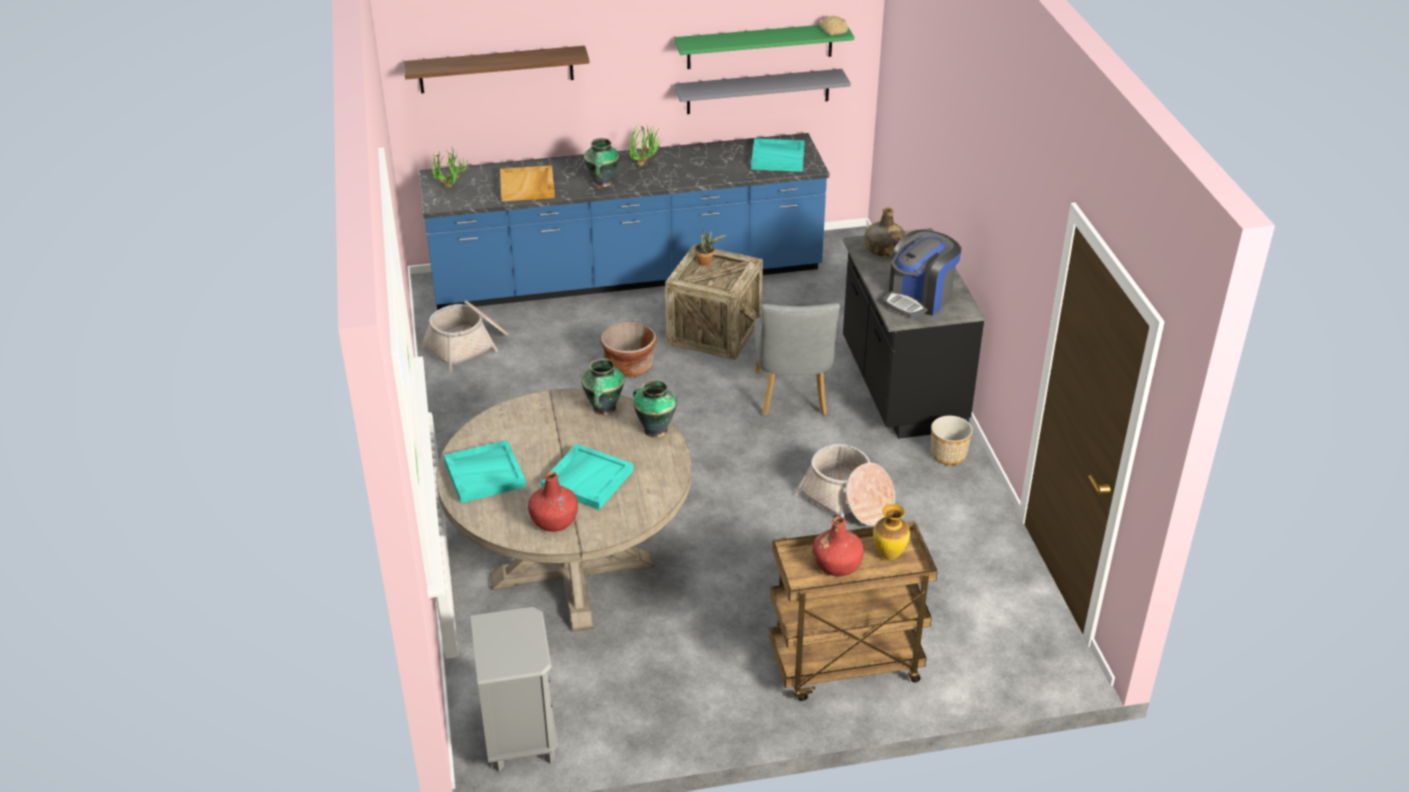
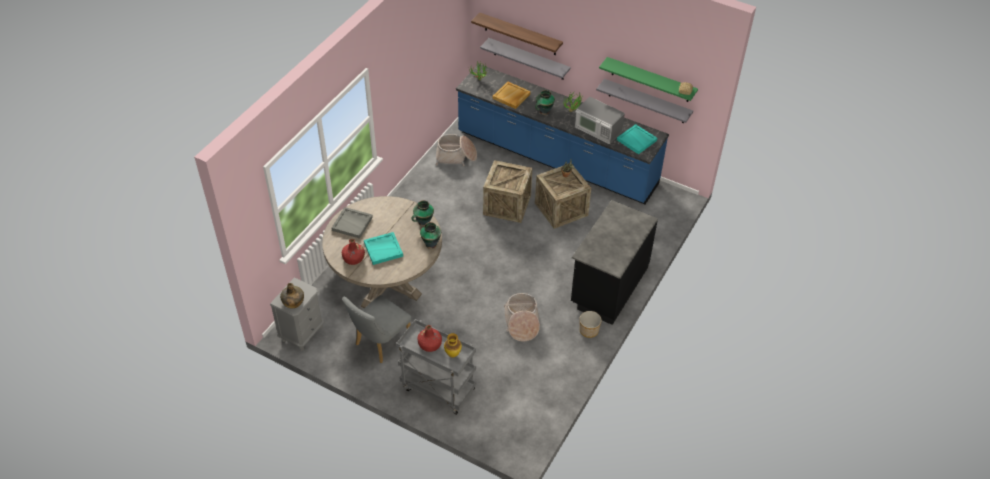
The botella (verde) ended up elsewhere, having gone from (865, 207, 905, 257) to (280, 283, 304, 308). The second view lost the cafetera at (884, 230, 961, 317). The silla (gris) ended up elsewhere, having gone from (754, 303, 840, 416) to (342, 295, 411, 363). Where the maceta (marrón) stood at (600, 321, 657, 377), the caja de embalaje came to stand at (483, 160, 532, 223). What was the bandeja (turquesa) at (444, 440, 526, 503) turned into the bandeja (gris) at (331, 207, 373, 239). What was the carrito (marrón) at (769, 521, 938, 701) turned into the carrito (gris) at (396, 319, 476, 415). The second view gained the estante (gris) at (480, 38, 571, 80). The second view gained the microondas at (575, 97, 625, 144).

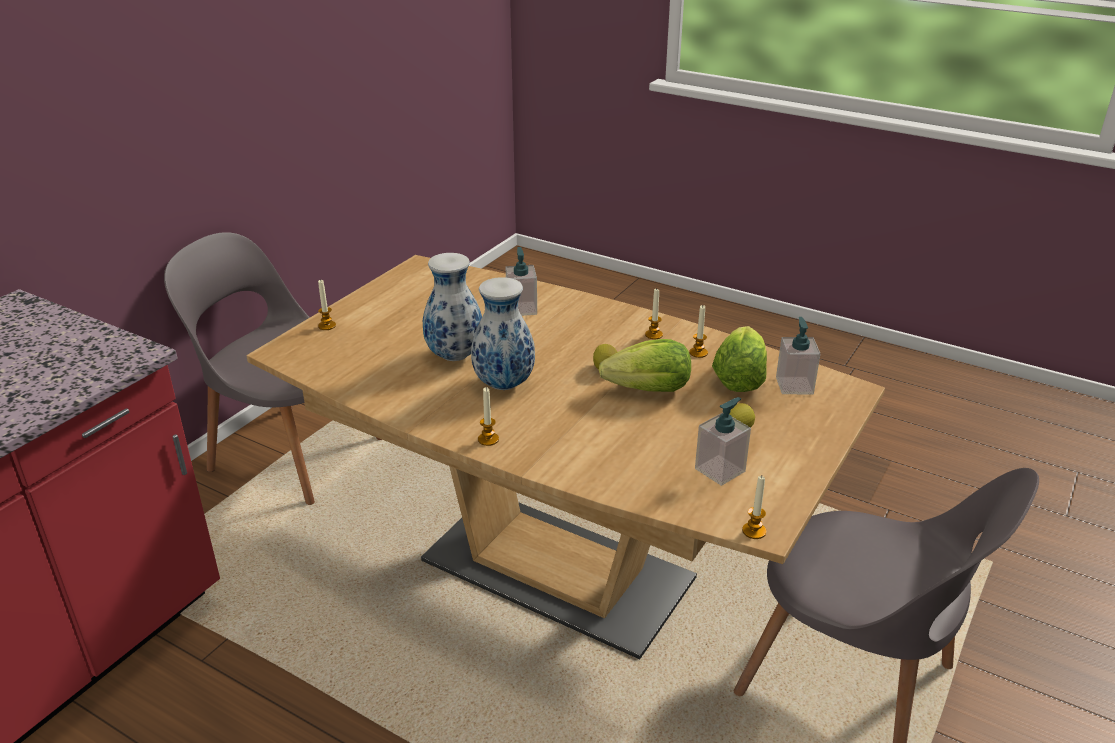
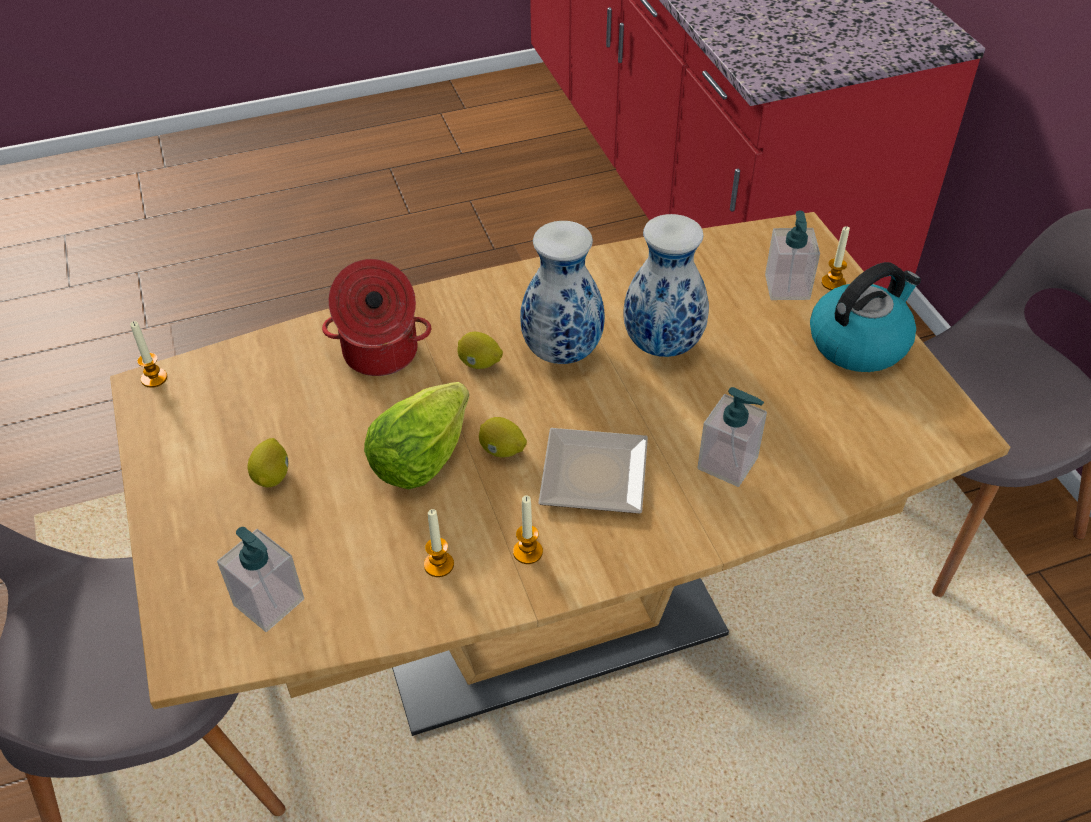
The second view lost the lechuga at (712, 326, 767, 392). The second view lost the vela at (478, 388, 499, 446). The dispensador de jabón ended up elsewhere, having gone from (695, 397, 751, 486) to (765, 211, 820, 300). The second view gained the olla at (322, 259, 431, 376). The second view gained the hervidor at (810, 262, 921, 372). The second view gained the limón at (457, 332, 503, 369). The second view gained the plato at (538, 428, 648, 514).

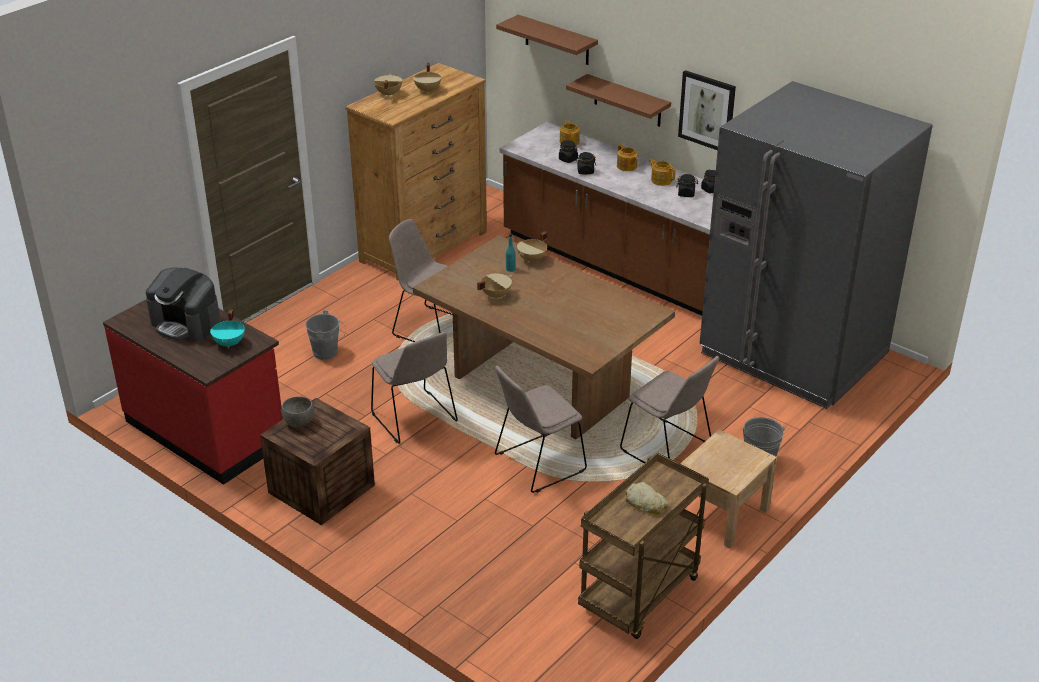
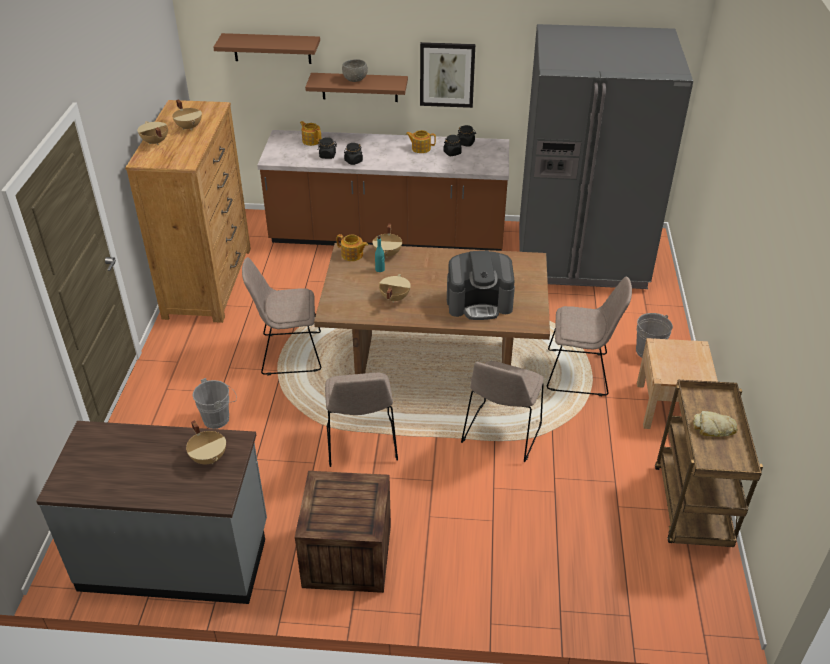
The tetera ended up elsewhere, having gone from (617, 144, 638, 171) to (337, 234, 368, 261). The cafetera ended up elsewhere, having gone from (146, 268, 221, 342) to (447, 251, 515, 320). What was the mueble bajo de cocina (rojo) at (103, 300, 283, 485) turned into the mueble bajo de cocina (gris) at (36, 421, 267, 604). What was the olla (turquesa) at (210, 309, 245, 348) turned into the olla (beis) at (186, 420, 226, 464). The silla (beis) at (371, 332, 458, 444) ended up facing another way, 60 degrees clockwise from before. The cuenco (gris) ended up elsewhere, having gone from (281, 396, 315, 427) to (342, 59, 368, 82).

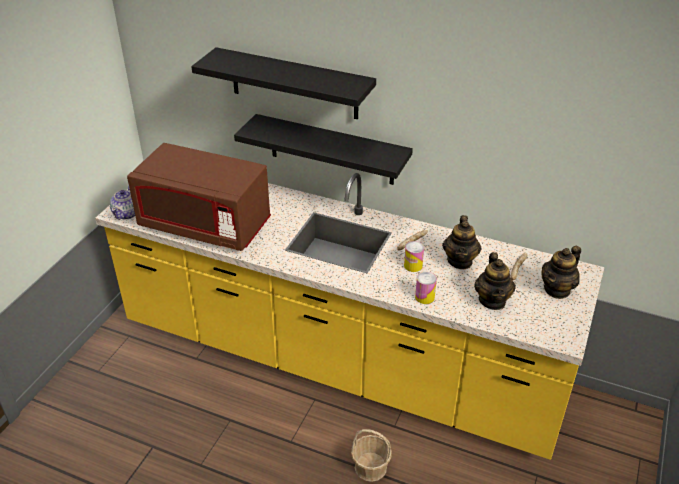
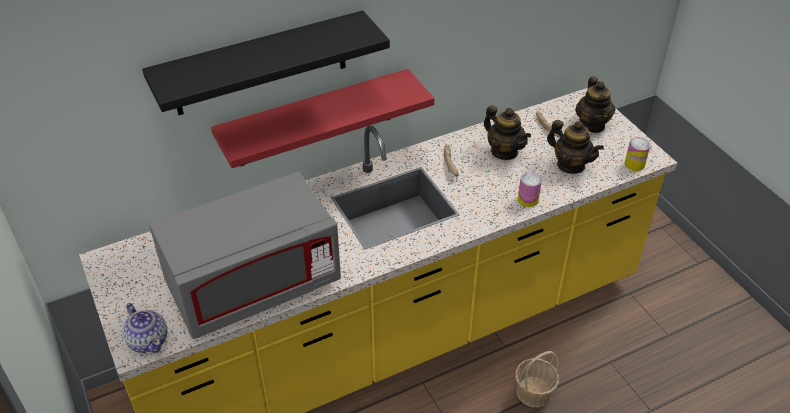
What was the estante (negro) at (234, 114, 413, 185) turned into the estante (rojo) at (211, 69, 434, 168). What was the microondas (marrón) at (127, 143, 271, 251) turned into the microondas (gris) at (149, 172, 341, 339). The lata ended up elsewhere, having gone from (404, 241, 424, 272) to (625, 137, 650, 171).

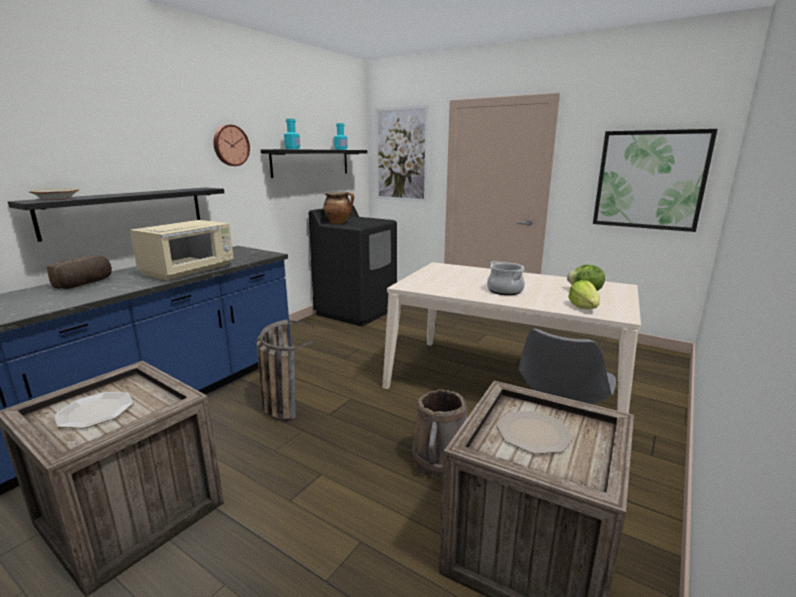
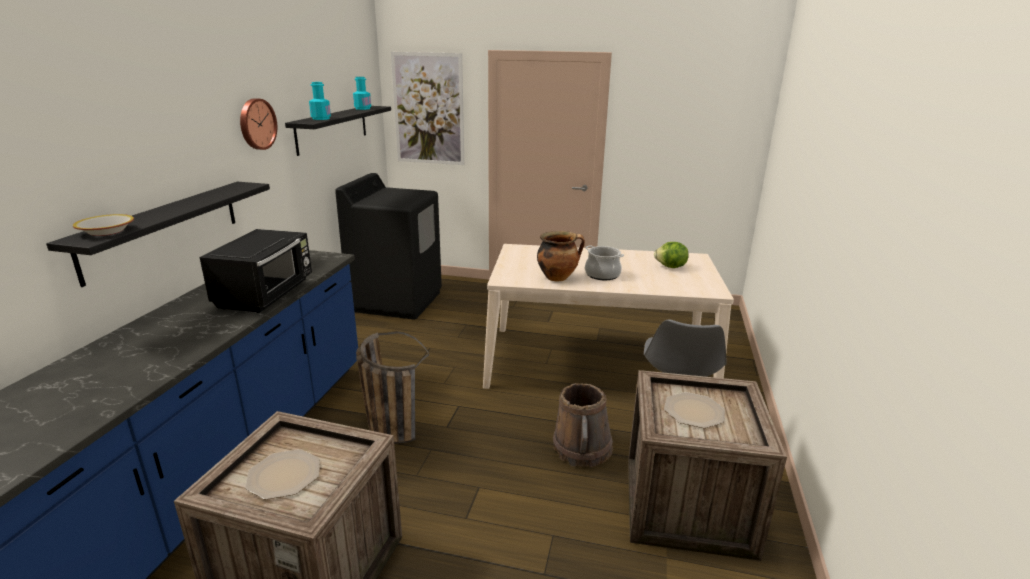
The second view lost the cuadro at (593, 129, 718, 232). The olla ended up elsewhere, having gone from (323, 192, 354, 224) to (537, 231, 585, 281). What was the microondas (beis) at (130, 220, 234, 281) turned into the microondas (negro) at (199, 229, 312, 313). The second view lost the pan at (47, 255, 112, 289). The second view lost the lechuga at (568, 280, 600, 309).

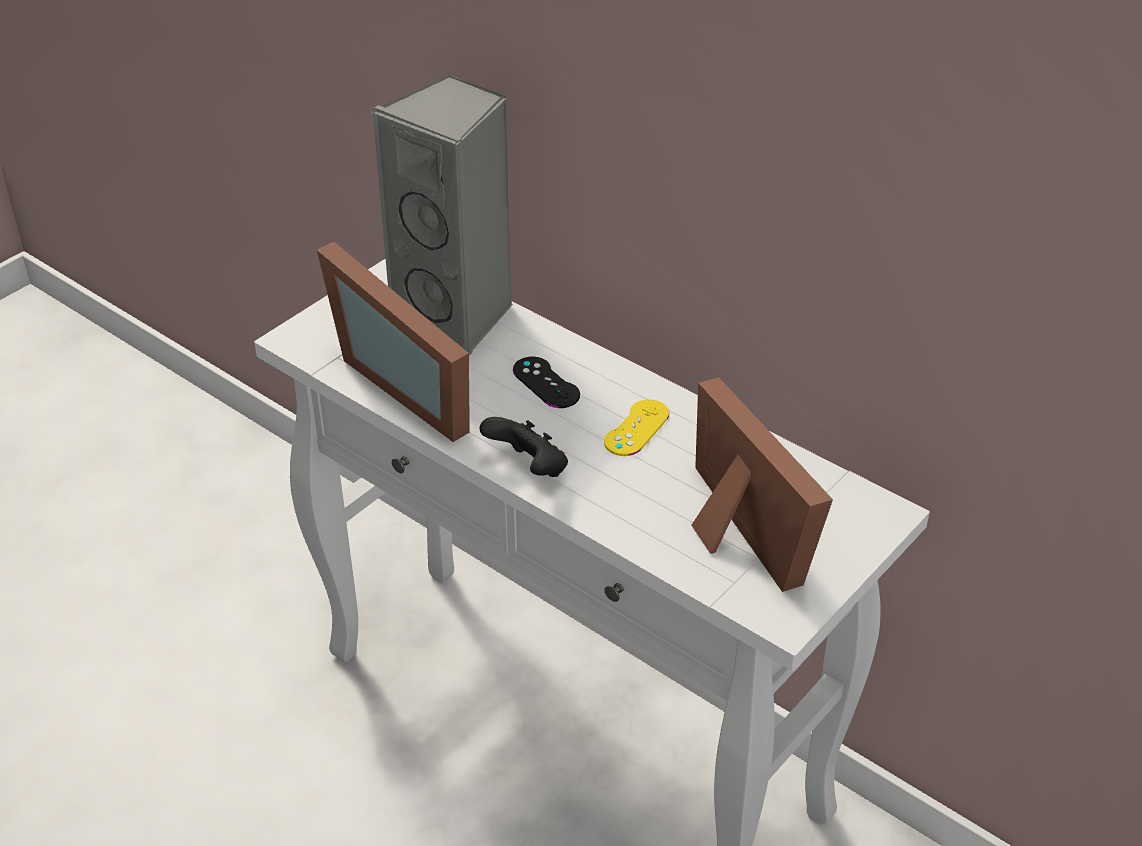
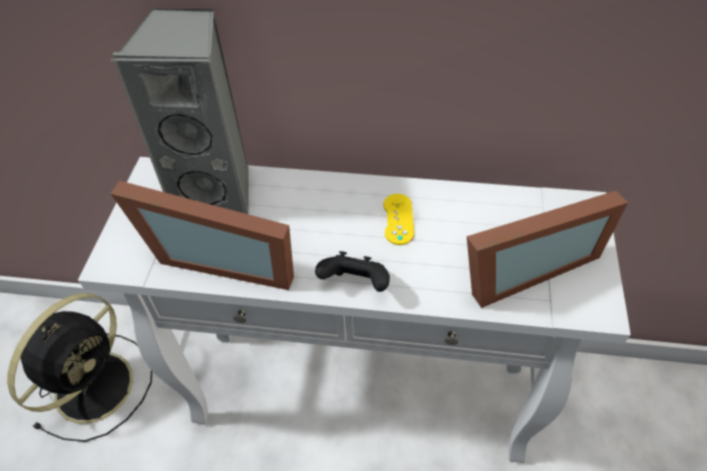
The second view lost the mando de consola (negro) at (513, 357, 580, 408). The portarretratos at (691, 377, 833, 592) ended up facing another way, 120 degrees clockwise from before. The second view gained the ventilador (negro) at (7, 293, 152, 442).

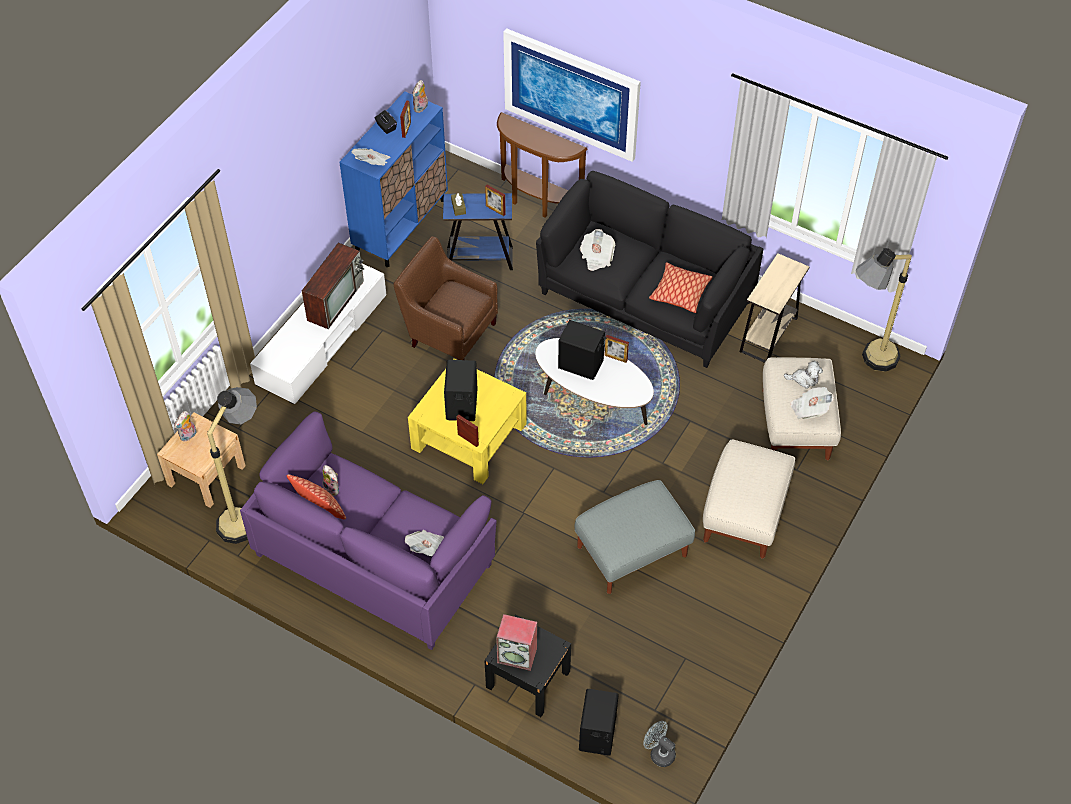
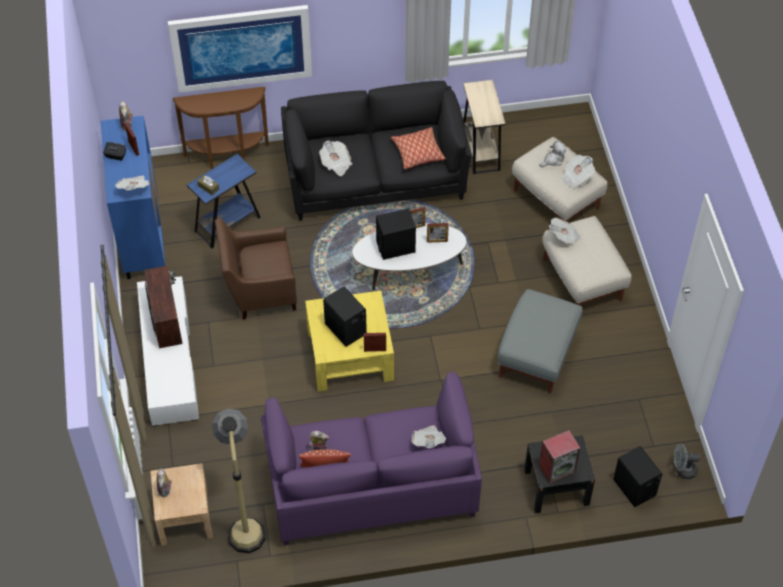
The portarretratos ended up elsewhere, having gone from (485, 185, 506, 216) to (427, 223, 449, 243). The second view lost the lámpara de pie at (855, 248, 912, 372). The second view gained the periódico at (549, 218, 583, 244).

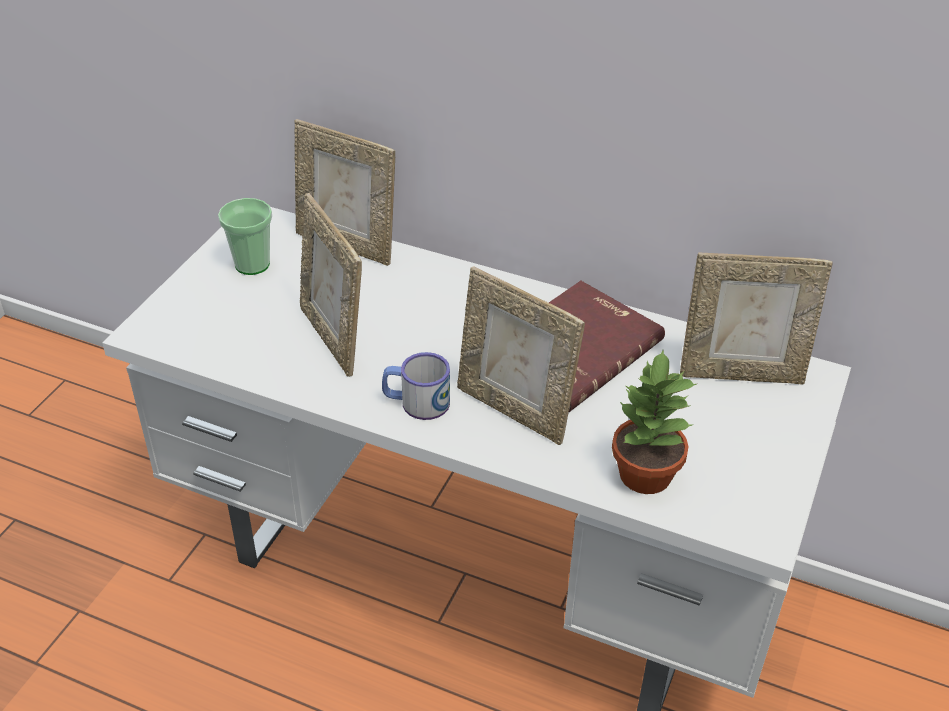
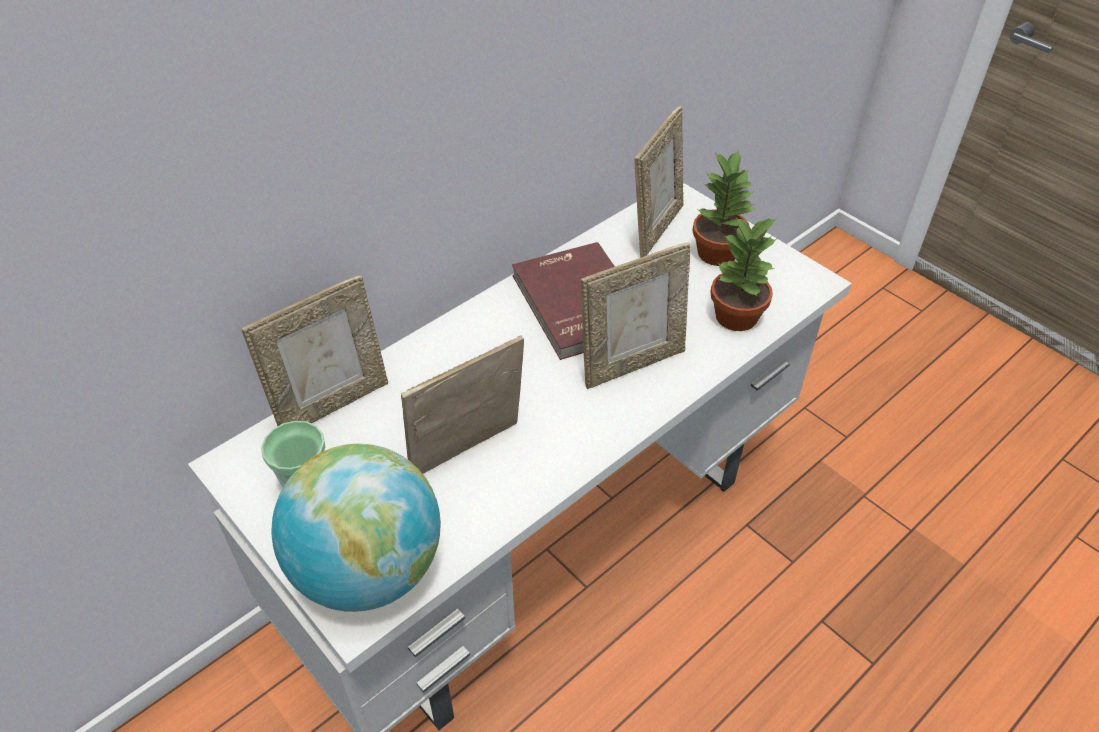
The portarretratos at (300, 193, 362, 377) ended up facing another way, 150 degrees clockwise from before. The second view lost the taza grande at (382, 352, 450, 420). The second view gained the planta en maceta at (692, 150, 756, 266). The second view gained the globo terráqueo at (271, 444, 441, 612).

